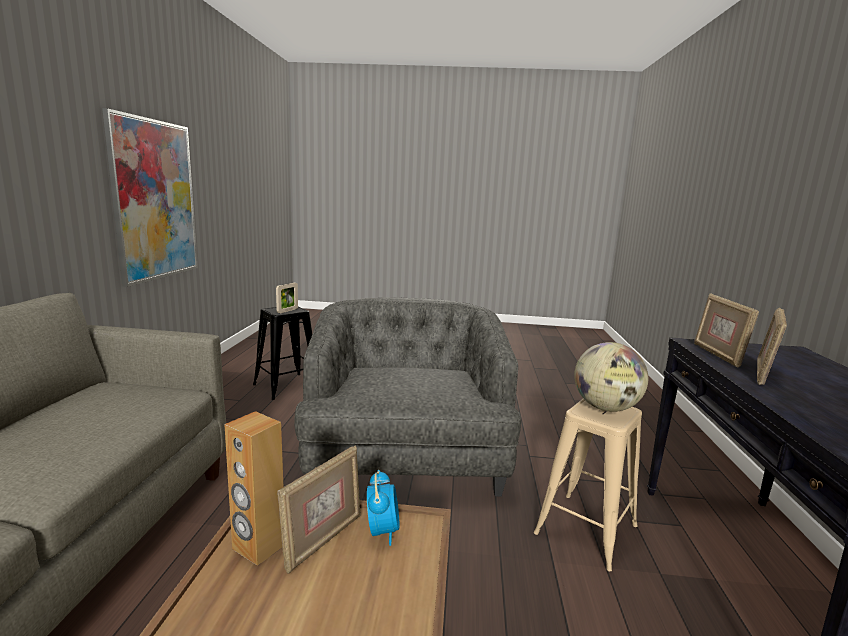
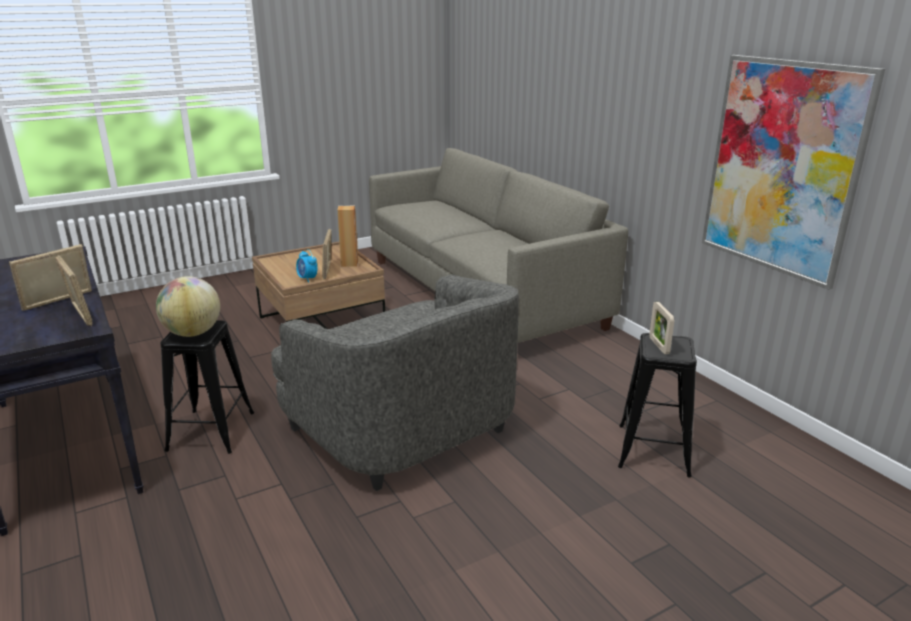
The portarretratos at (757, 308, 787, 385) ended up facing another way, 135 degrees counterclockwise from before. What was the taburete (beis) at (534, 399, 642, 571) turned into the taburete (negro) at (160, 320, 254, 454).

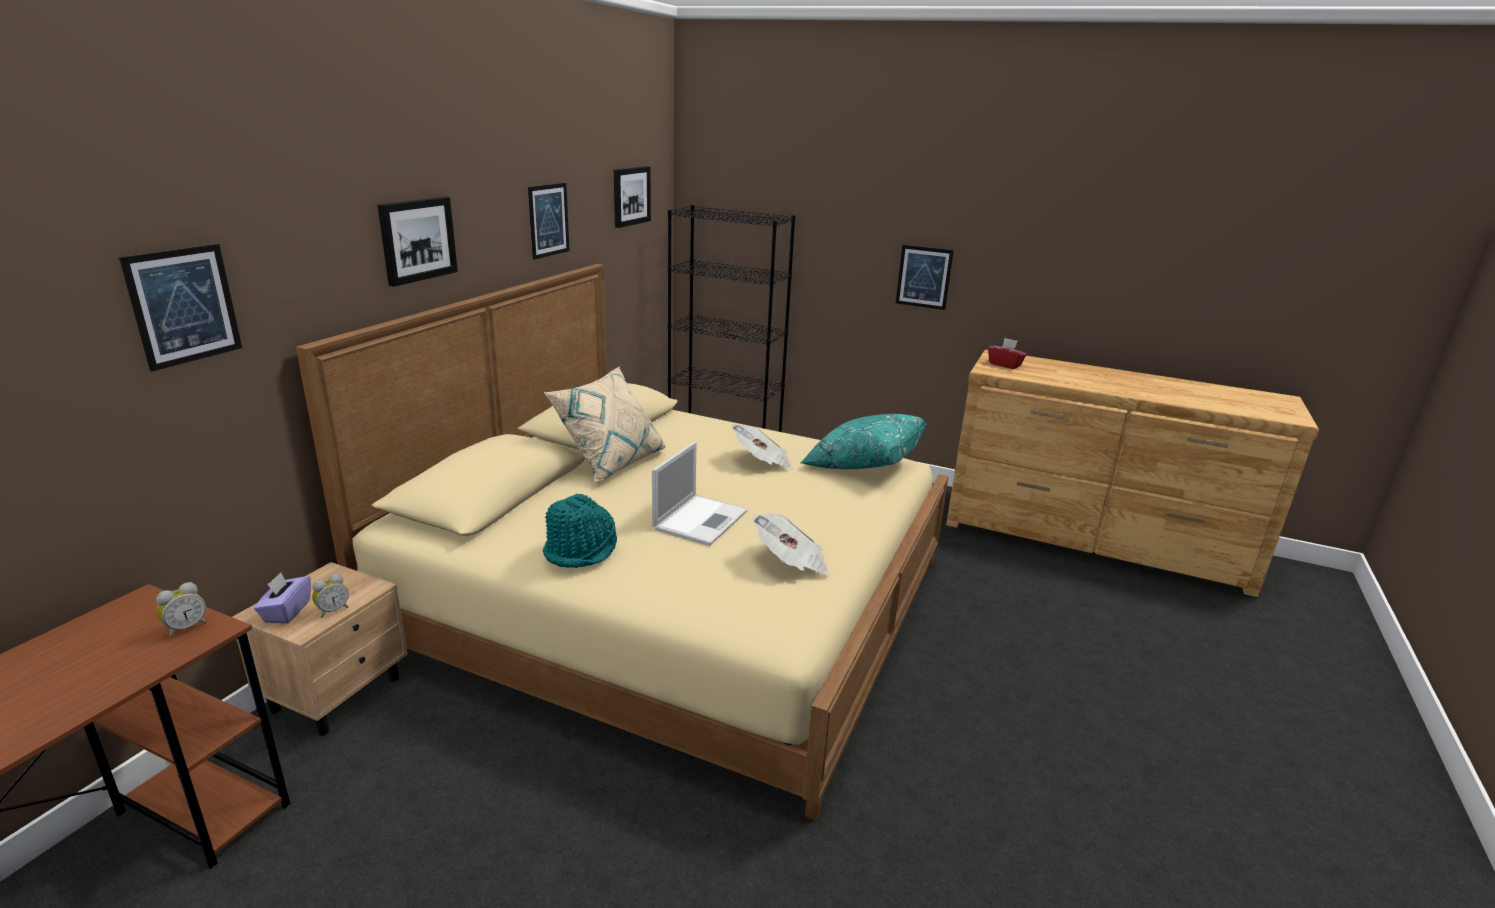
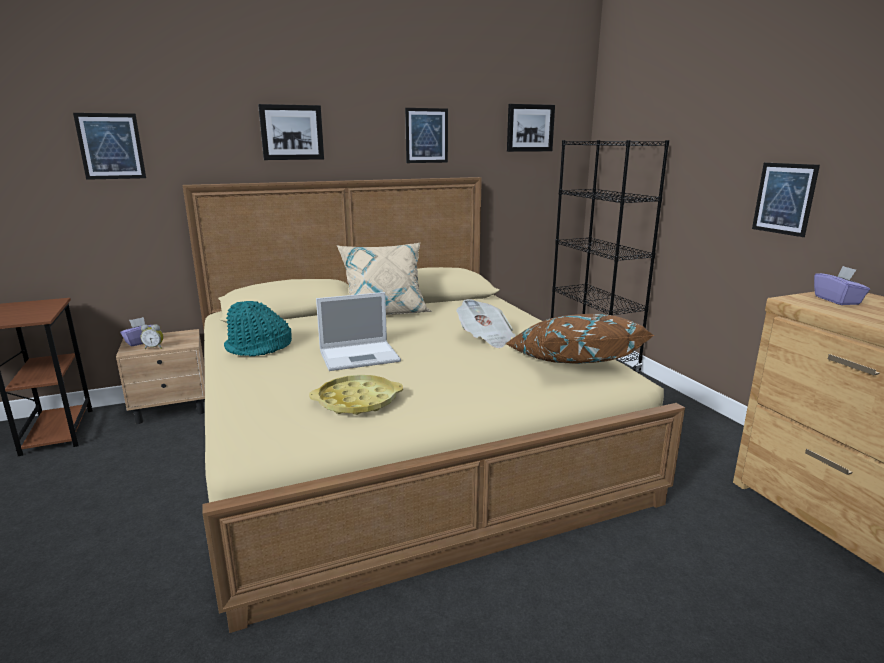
What was the caja de pañuelos (rojo) at (988, 338, 1027, 369) turned into the caja de pañuelos (morado) at (814, 266, 870, 305). What was the cojín (turquesa) at (800, 414, 927, 469) turned into the cojín (marrón) at (506, 314, 654, 364). Where the periódico stood at (752, 513, 829, 575), the bandeja (amarillo) came to stand at (309, 375, 403, 415). The second view lost the despertador at (156, 582, 207, 638).

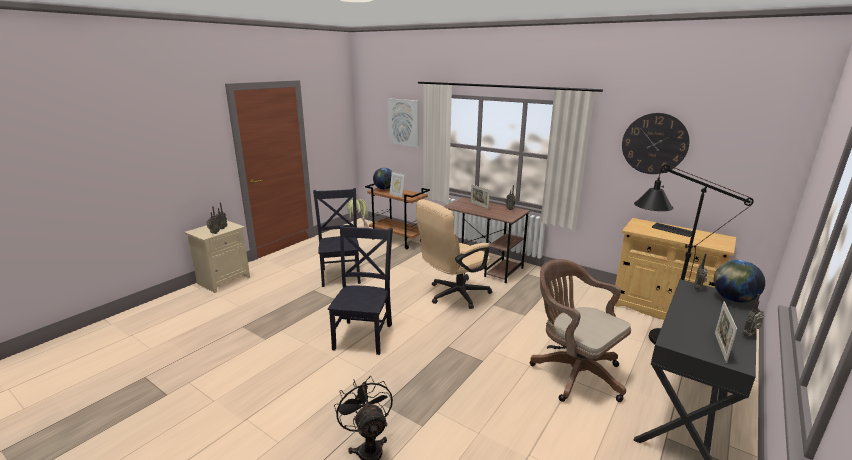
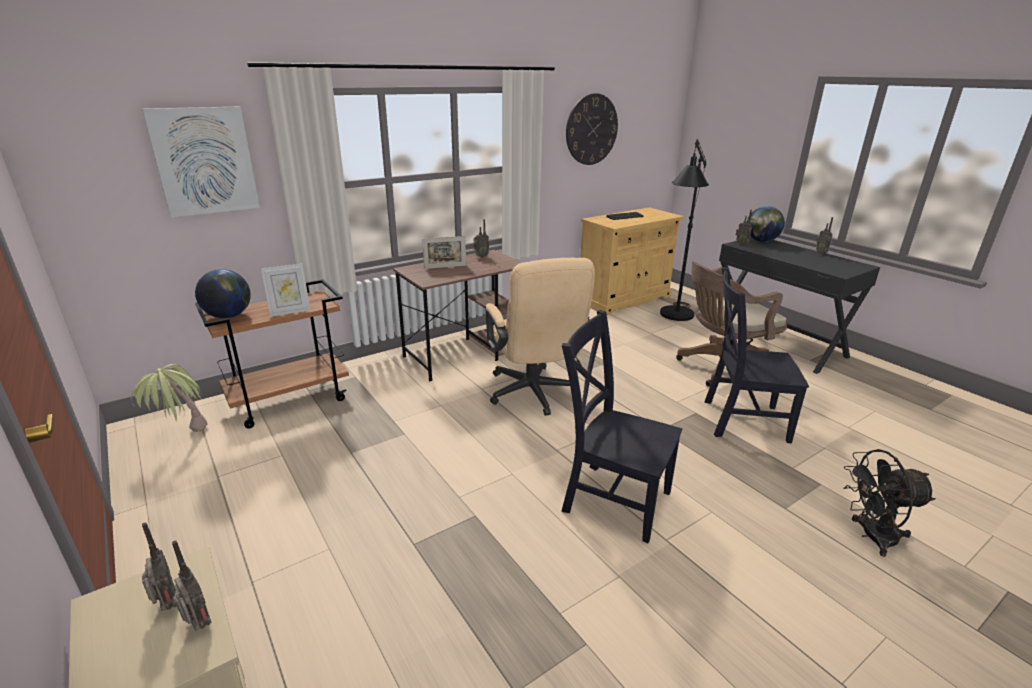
The silla (negro) ended up elsewhere, having gone from (313, 188, 361, 287) to (704, 267, 809, 443). The second view lost the portarretratos at (715, 301, 737, 363).

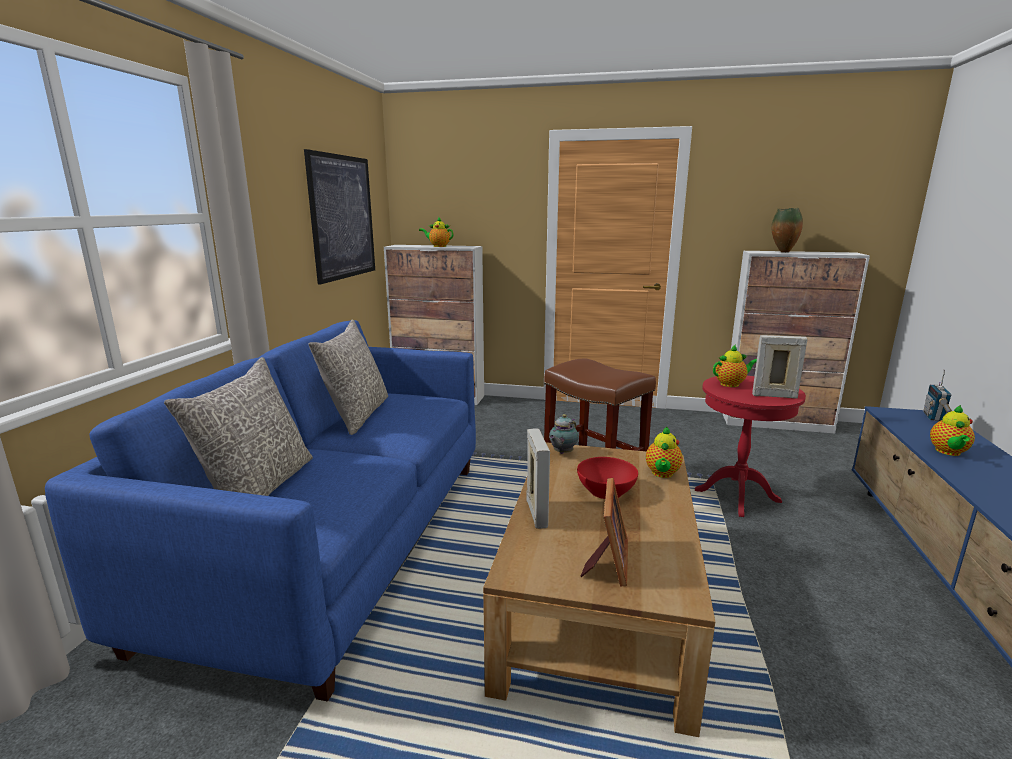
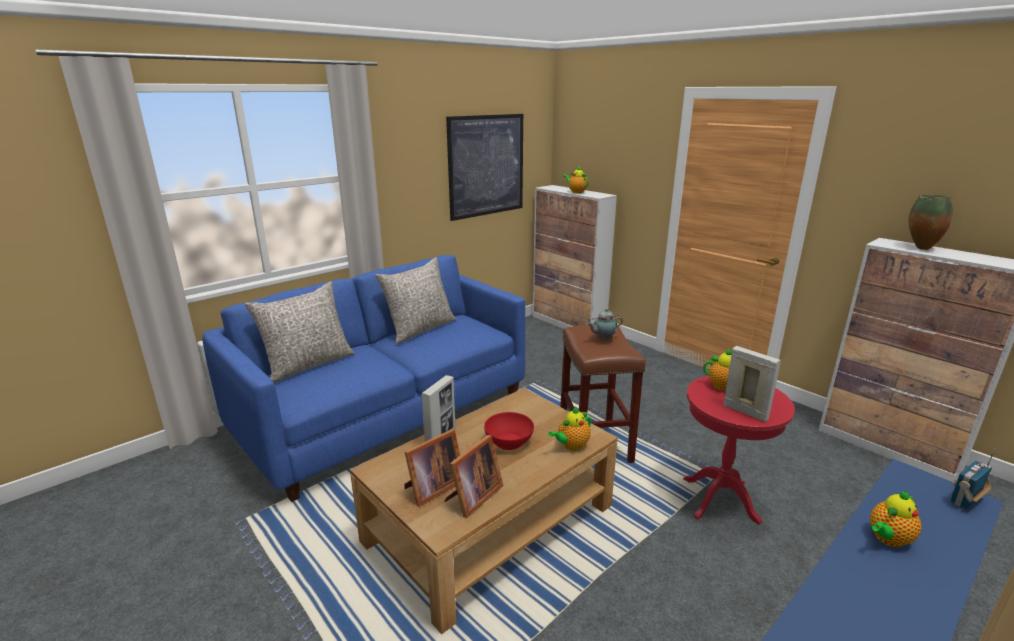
The tetera ended up elsewhere, having gone from (549, 414, 579, 454) to (587, 308, 623, 340). The second view gained the portarretratos at (444, 435, 503, 518).

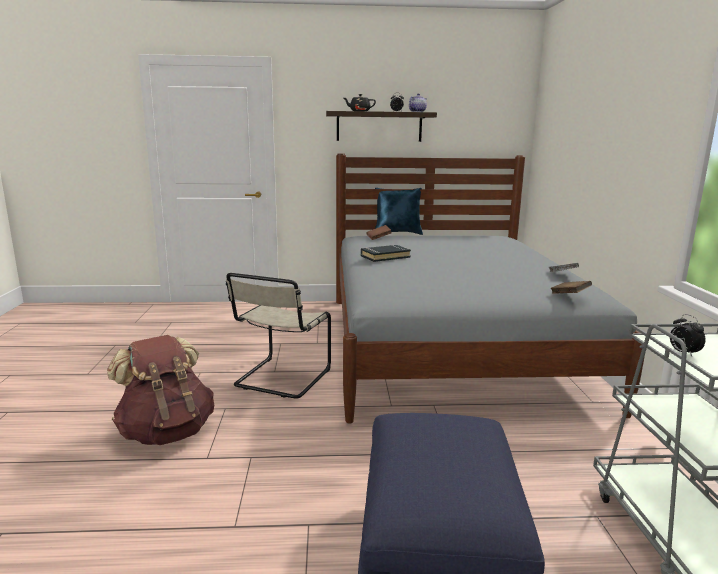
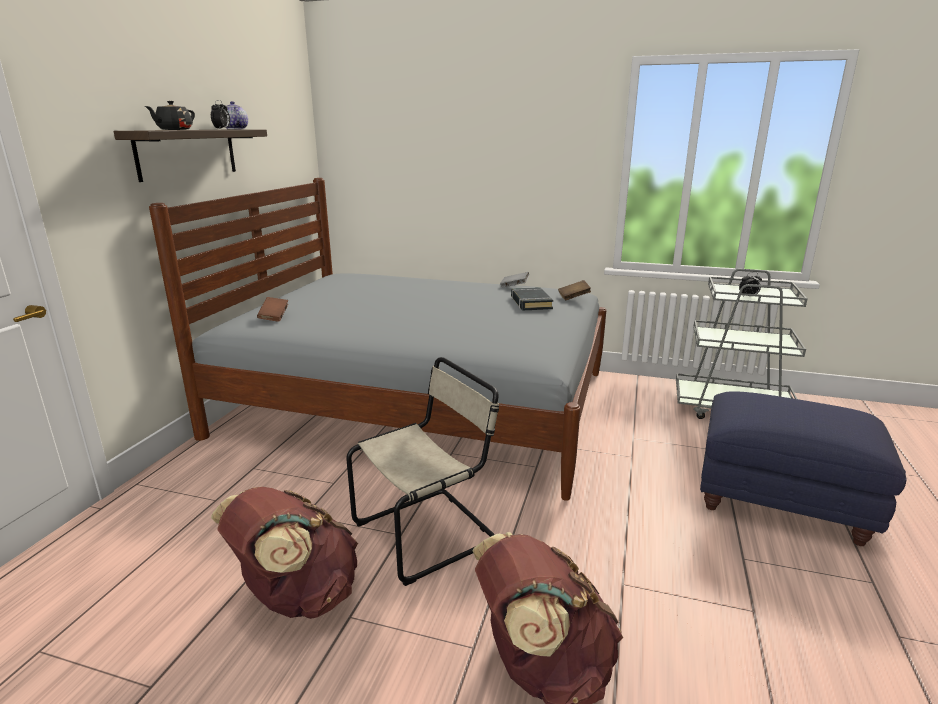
The second view lost the cojín (azul) at (375, 188, 423, 235). The libro (negro) ended up elsewhere, having gone from (361, 245, 411, 262) to (511, 287, 553, 310). The silla (beis) at (226, 273, 331, 399) ended up facing another way, 75 degrees counterclockwise from before. The second view gained the mochila (marrón) at (211, 487, 358, 619).

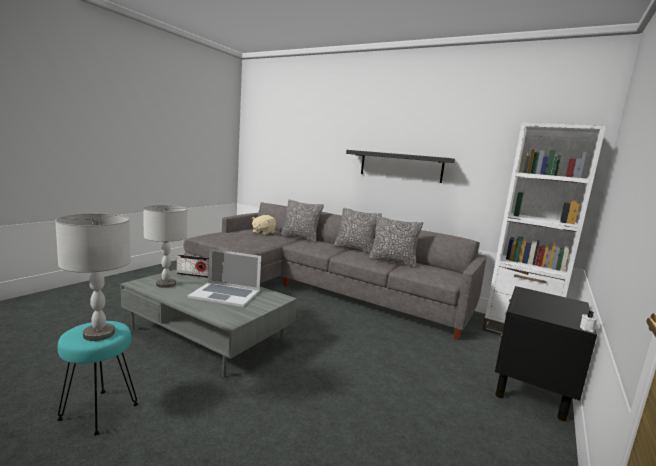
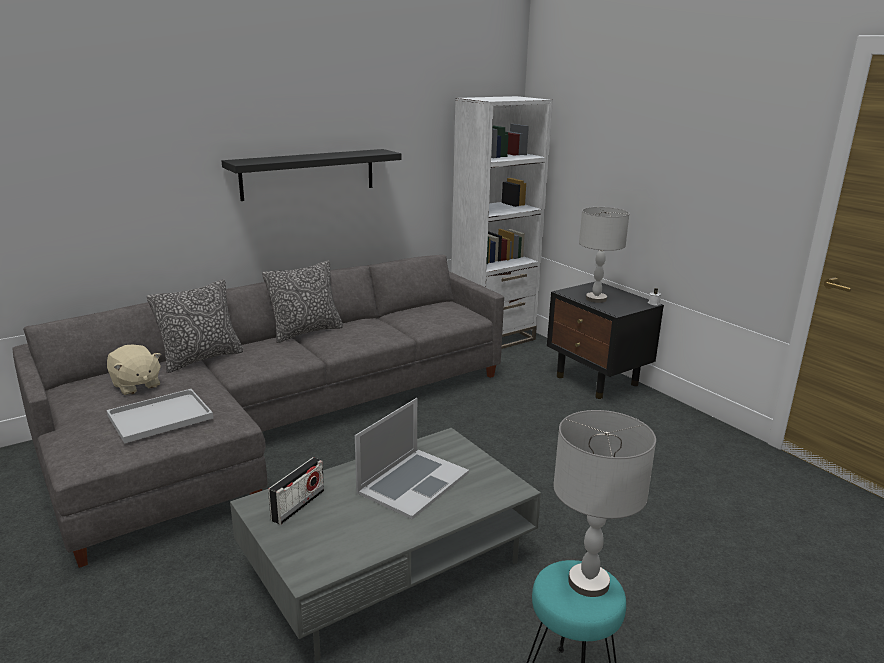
The lámpara de mesa (gris) ended up elsewhere, having gone from (143, 205, 187, 288) to (579, 207, 630, 303). The second view lost the cojín at (369, 216, 423, 268). The second view gained the bandeja (blanco) at (107, 389, 213, 444).

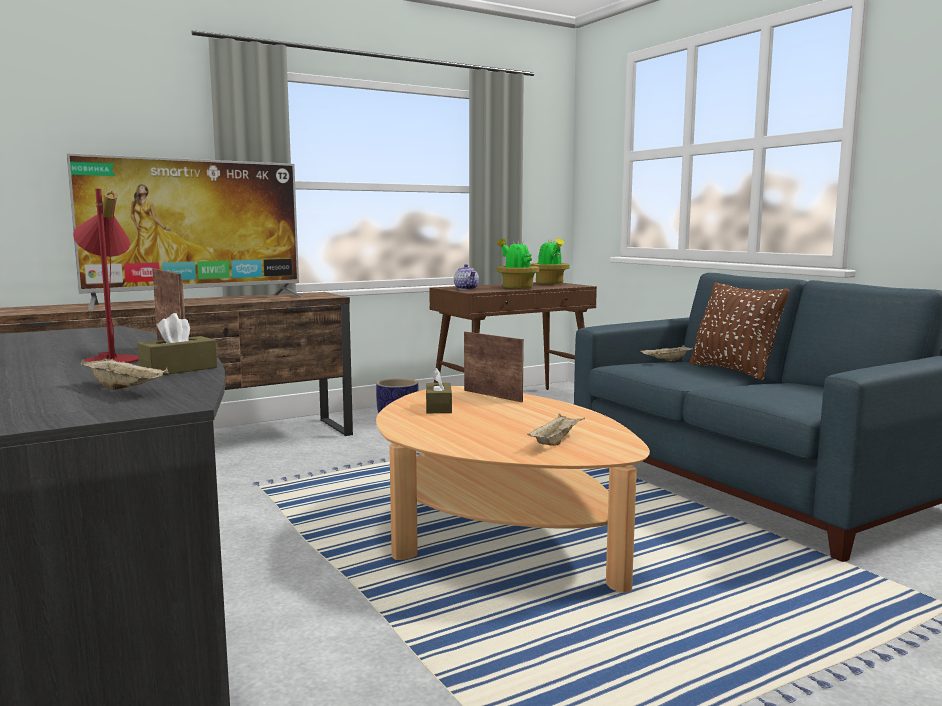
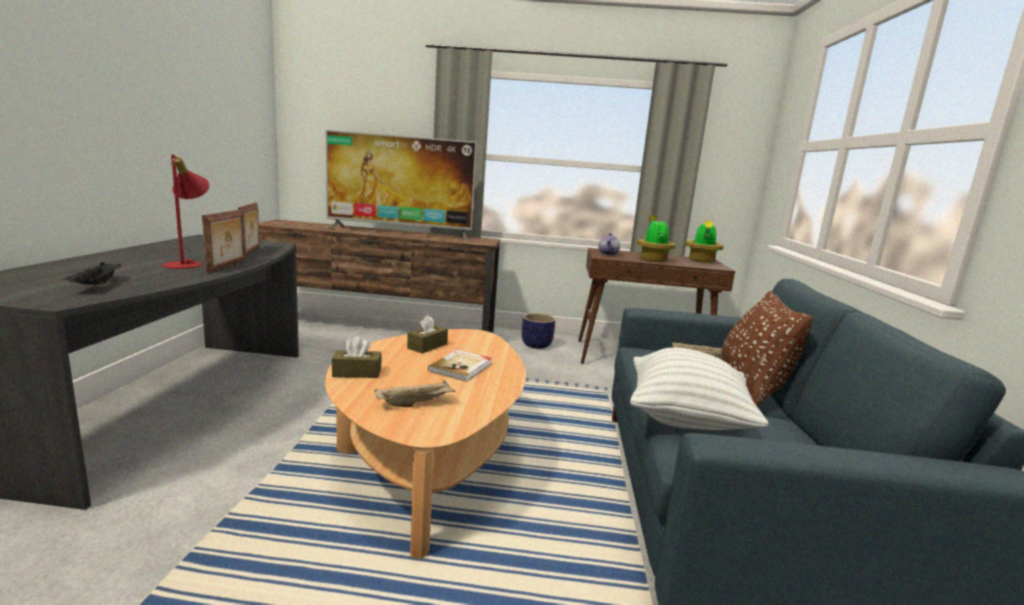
The caja de pañuelos (marrón) ended up elsewhere, having gone from (137, 313, 217, 375) to (332, 336, 382, 378). The portarretratos ended up elsewhere, having gone from (464, 332, 524, 402) to (238, 202, 260, 256). What was the bandeja (beis) at (81, 358, 169, 390) turned into the bandeja (negro) at (62, 262, 122, 285). The second view gained the cojín (blanco) at (630, 347, 769, 430). The second view gained the libro at (428, 350, 492, 382).

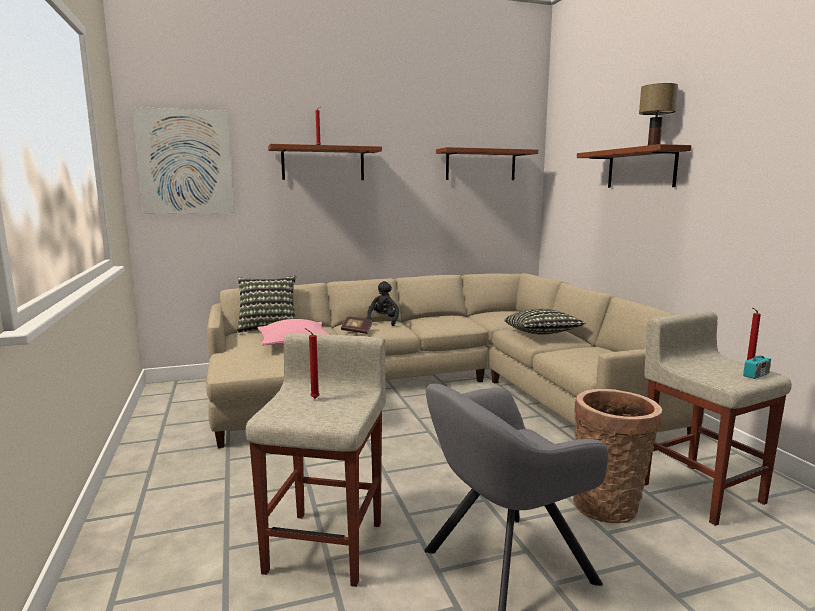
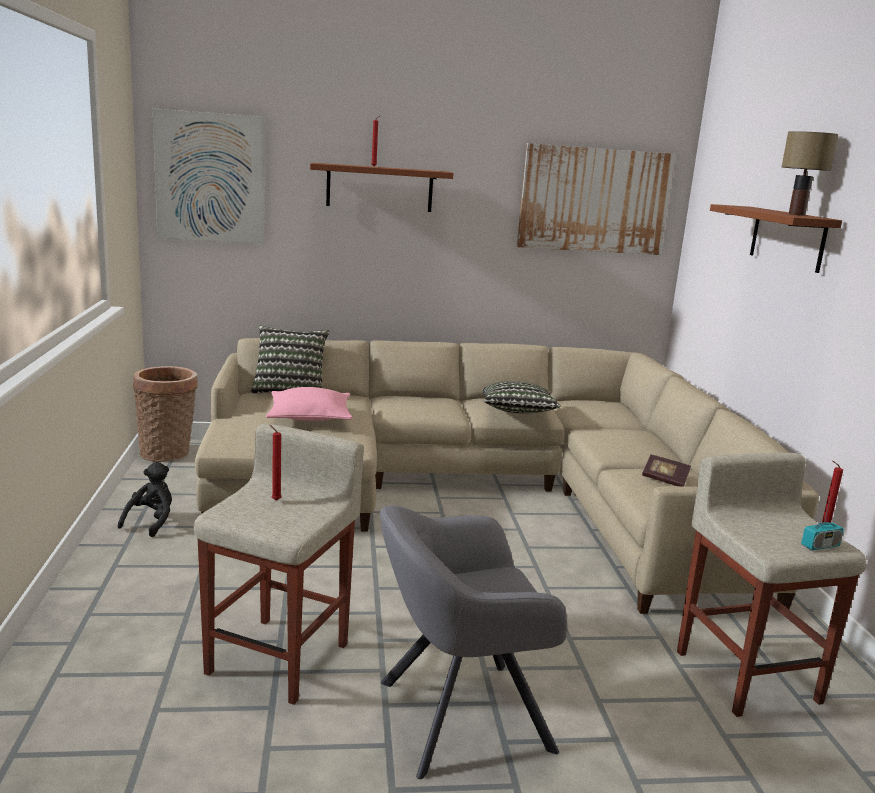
Where the estante (marrón) hung at (436, 147, 538, 180), the cuadro came to hang at (517, 143, 676, 255). The peluche (negro) ended up elsewhere, having gone from (367, 281, 399, 326) to (118, 462, 172, 537). The cojín ended up elsewhere, having gone from (504, 309, 586, 334) to (482, 381, 561, 414). The libro ended up elsewhere, having gone from (341, 316, 373, 334) to (642, 454, 691, 486). The cesta ended up elsewhere, having gone from (573, 389, 662, 523) to (133, 366, 198, 462).

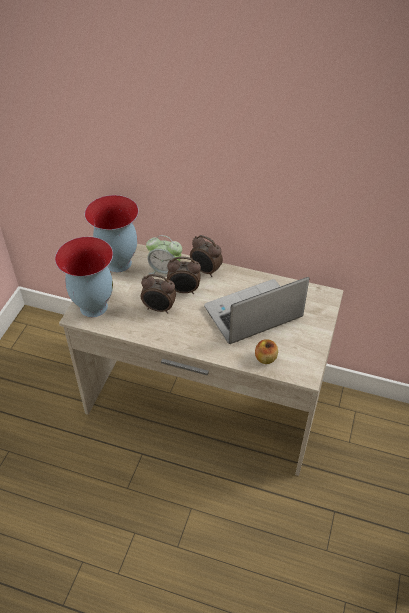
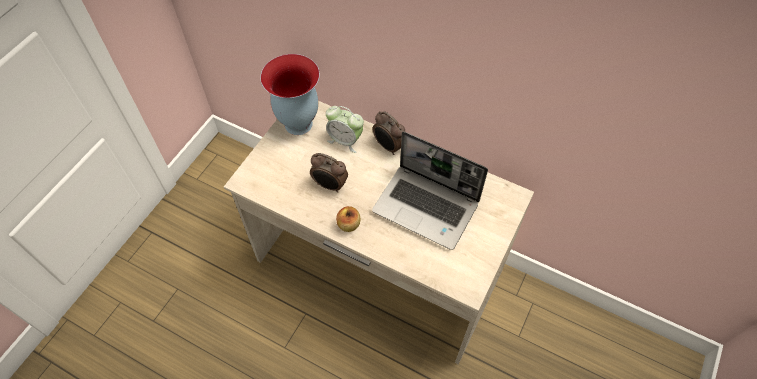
The second view lost the florero at (55, 237, 113, 317). The second view lost the despertador at (167, 257, 201, 294). The portátil at (204, 277, 309, 344) ended up facing another way, 135 degrees counterclockwise from before. The manzana ended up elsewhere, having gone from (255, 339, 278, 364) to (336, 206, 361, 232).

